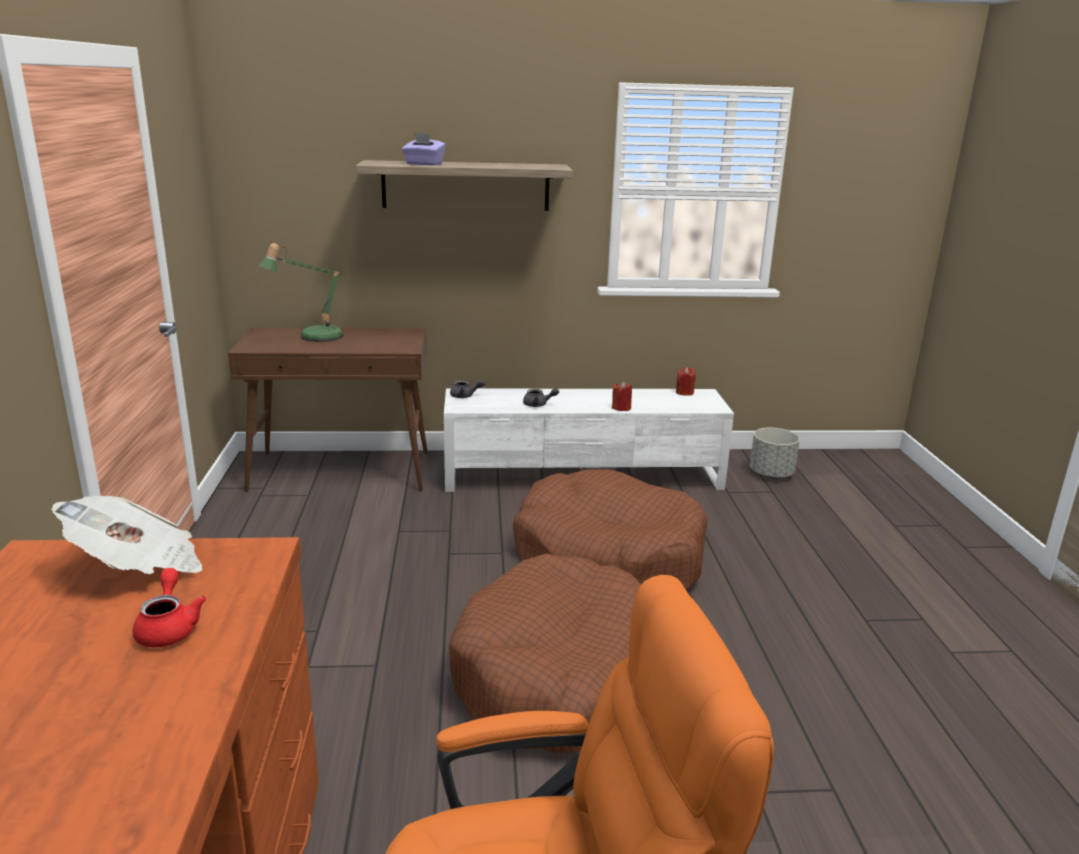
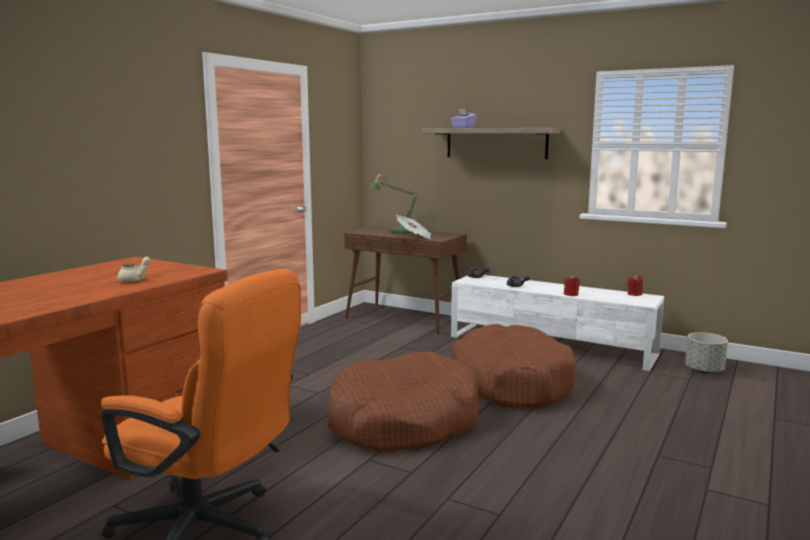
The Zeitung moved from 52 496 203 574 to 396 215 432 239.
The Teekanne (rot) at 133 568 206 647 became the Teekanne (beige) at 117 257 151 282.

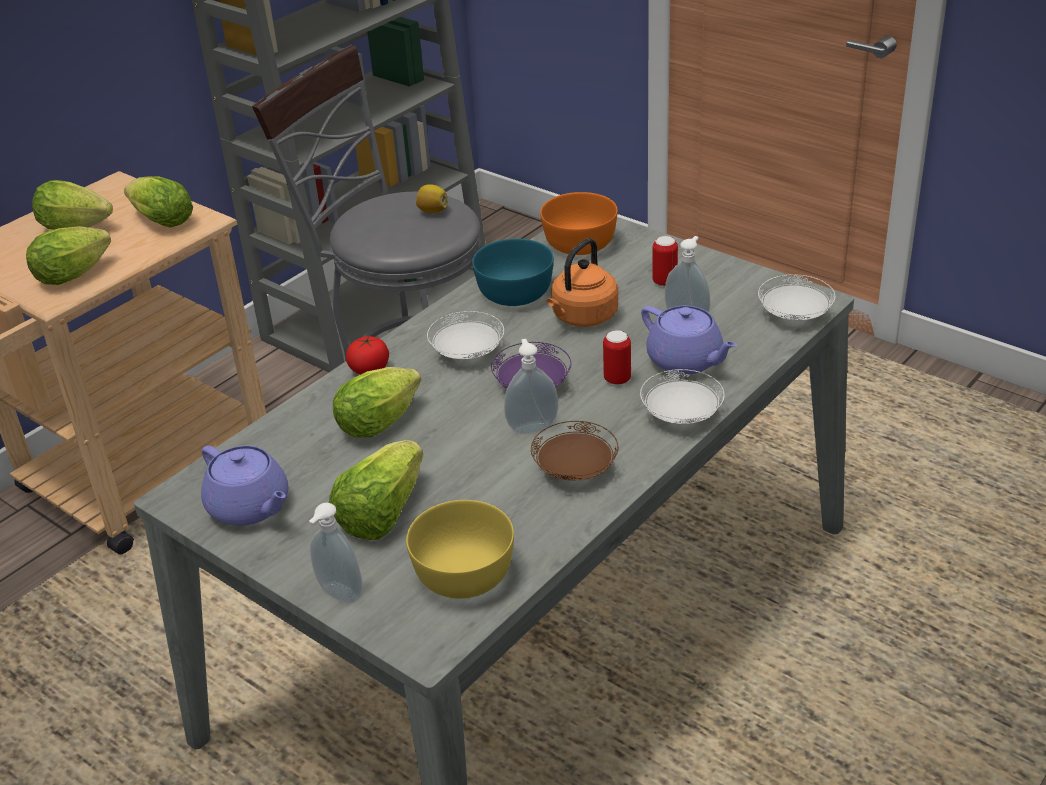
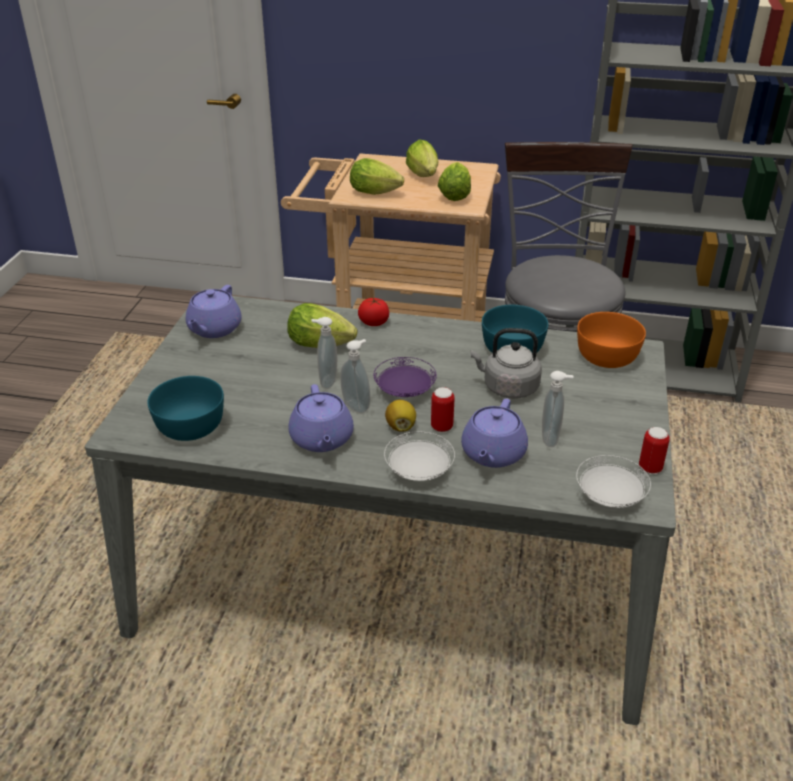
The Zitrone moved from 416 184 448 213 to 385 400 416 431.
The Dose moved from 652 236 678 286 to 639 427 670 474.
The Wasserkessel (orange) at 547 238 618 327 became the Wasserkessel (grau) at 470 328 542 399.
The Teller (weiß) at 427 311 504 359 disappeared.
The Teller (braun) at 531 421 618 481 was replaced by the Teekanne (lila) at 288 384 354 452.
The Salatkopf at 329 440 423 540 disappeared.
The Schüssel (gelb) at 406 500 514 599 became the Schüssel (türkis) at 147 376 224 441.
The Seifenspender moved from 309 503 363 603 to 311 317 337 389.

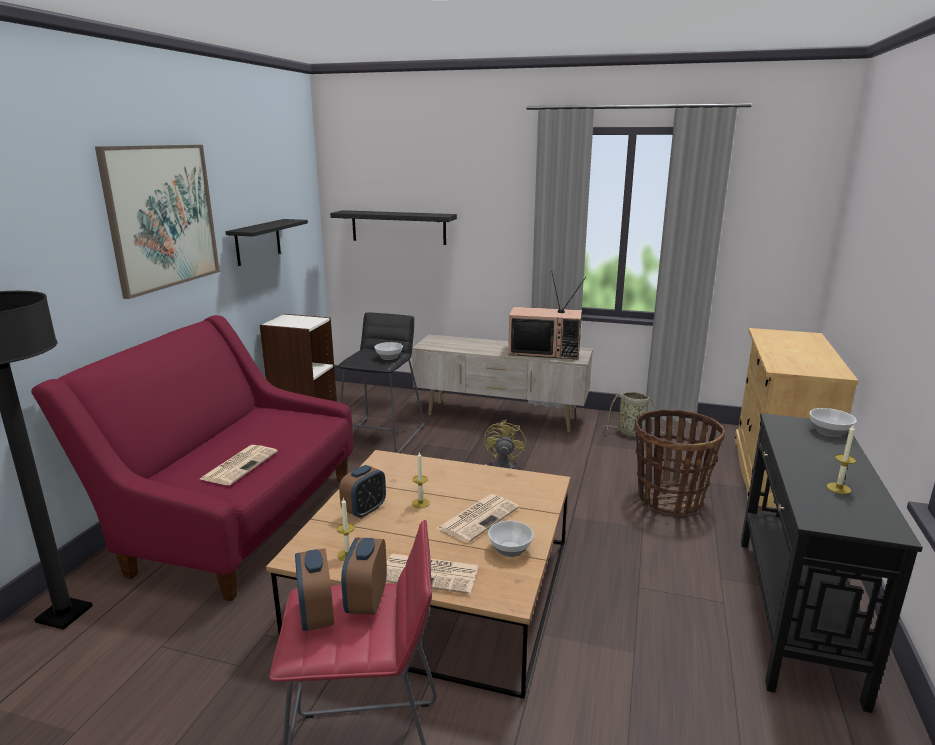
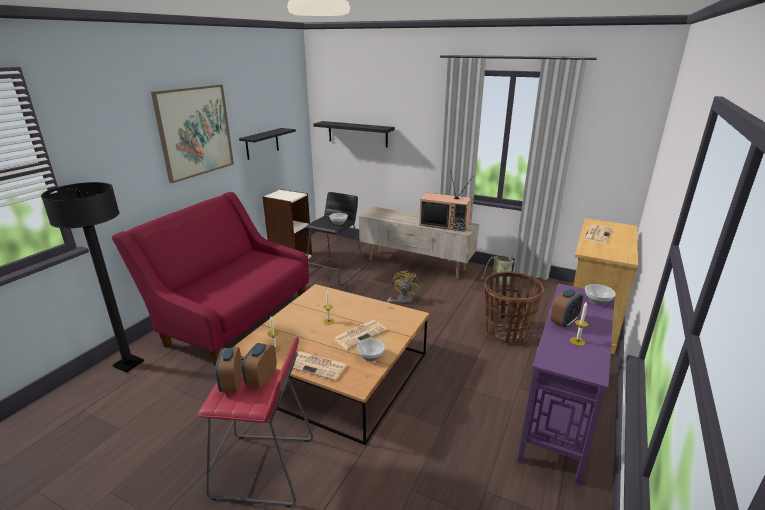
The Konsolentisch (schwarz) at 741 413 923 713 became the Konsolentisch (lila) at 517 283 615 485.
The Zeitung moved from 200 445 278 485 to 583 224 612 244.
The Wecker moved from 339 465 386 519 to 551 289 583 328.

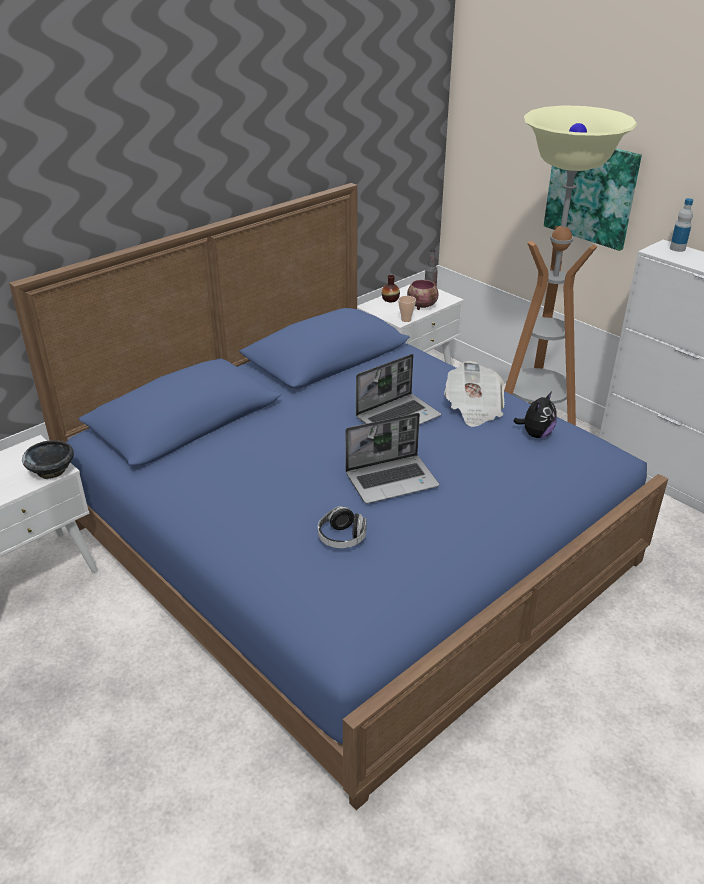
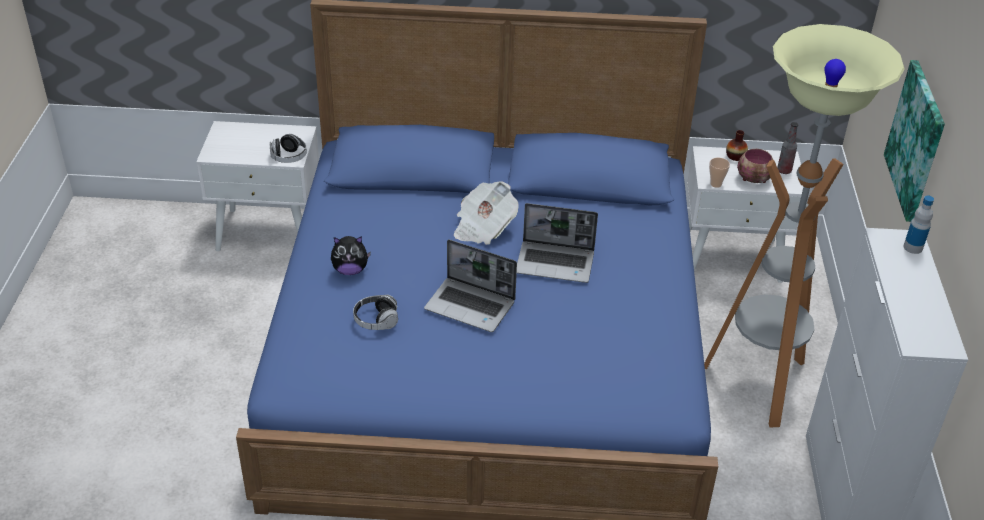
The Zeitung moved from 444 361 504 427 to 454 181 519 245.
The Plüschtier moved from 513 392 557 438 to 331 236 371 275.
The Schüssel (schwarz) at 22 440 74 479 was replaced by the Kopfhörer at 270 134 307 163.

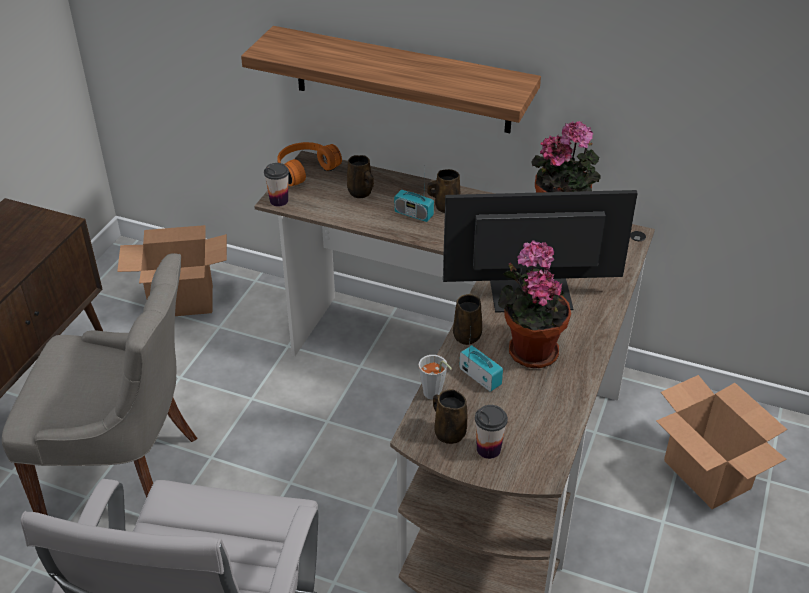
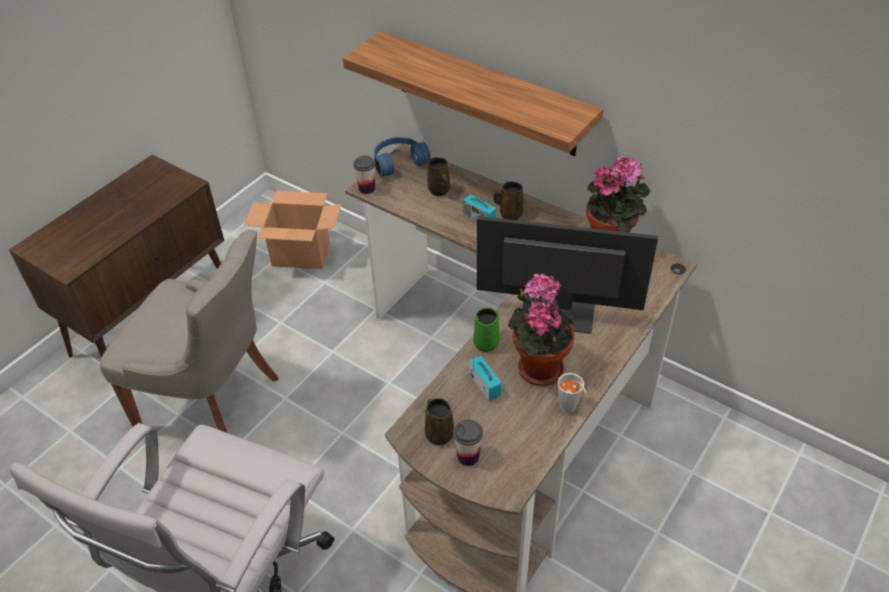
The Kopfhörer (orange) at 277 142 342 186 became the Kopfhörer (blau) at 374 137 431 177.
The Henkelbecher (braun) at 453 294 482 345 became the Henkelbecher (grün) at 473 308 500 352.
The Tasse (grau) moved from 419 355 452 400 to 558 373 586 413.
The Karton at 656 375 787 509 disappeared.

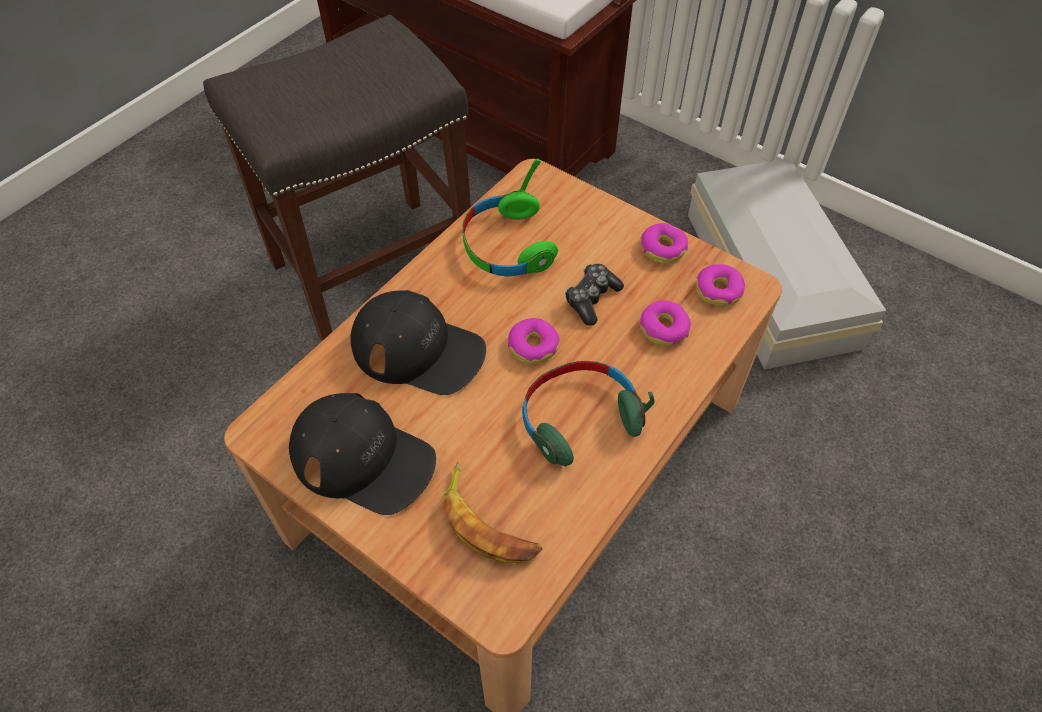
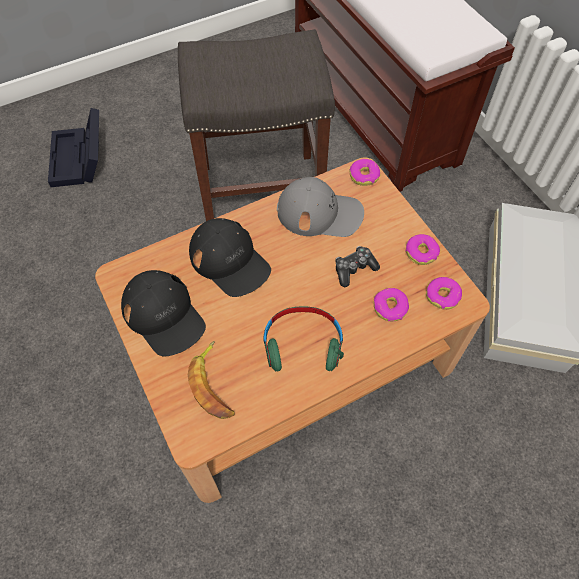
The Kopfhörer (grün) at 462 159 558 276 was replaced by the Kappe (grau) at 277 177 364 237.
The Donut moved from 508 318 560 364 to 349 159 380 186.
The Aufbewahrungsbox (schwarz) at 48 108 99 187 appeared.

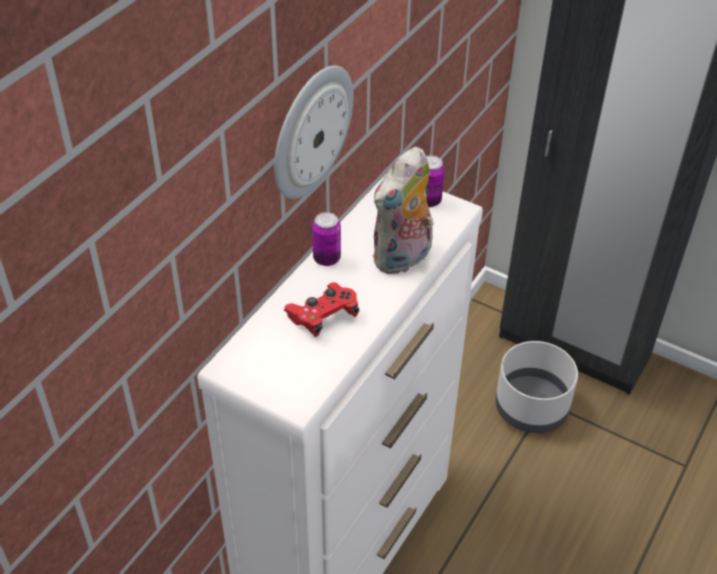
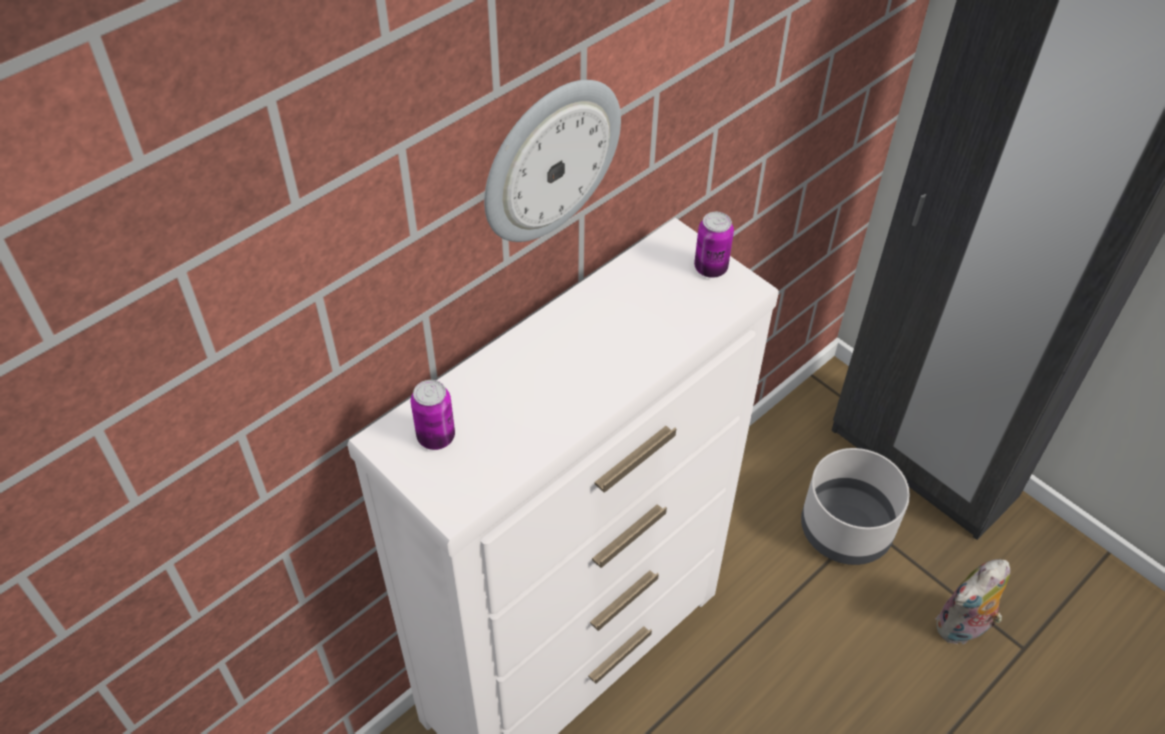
The Plüschtier moved from 372 147 433 275 to 935 559 1010 644.
The Dose moved from 312 212 341 266 to 411 380 455 450.
The Gamepad (rot) at 284 282 359 337 disappeared.

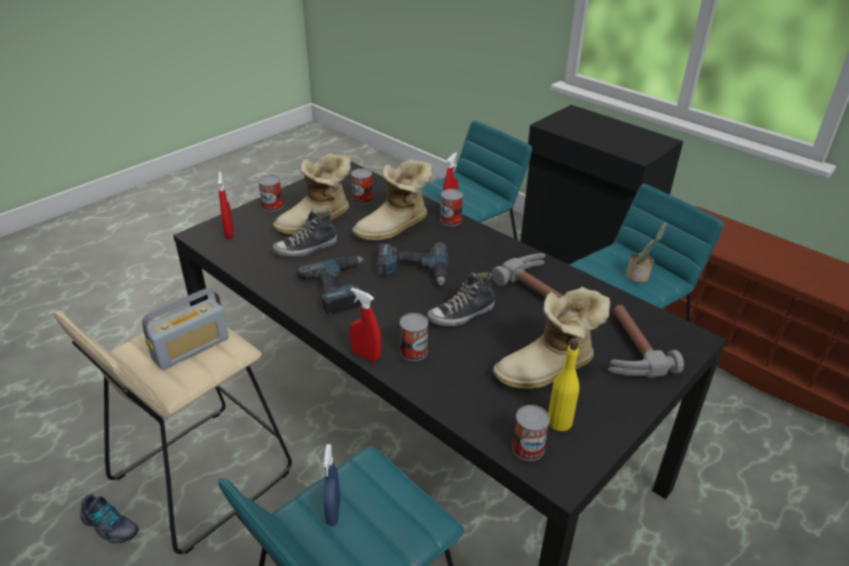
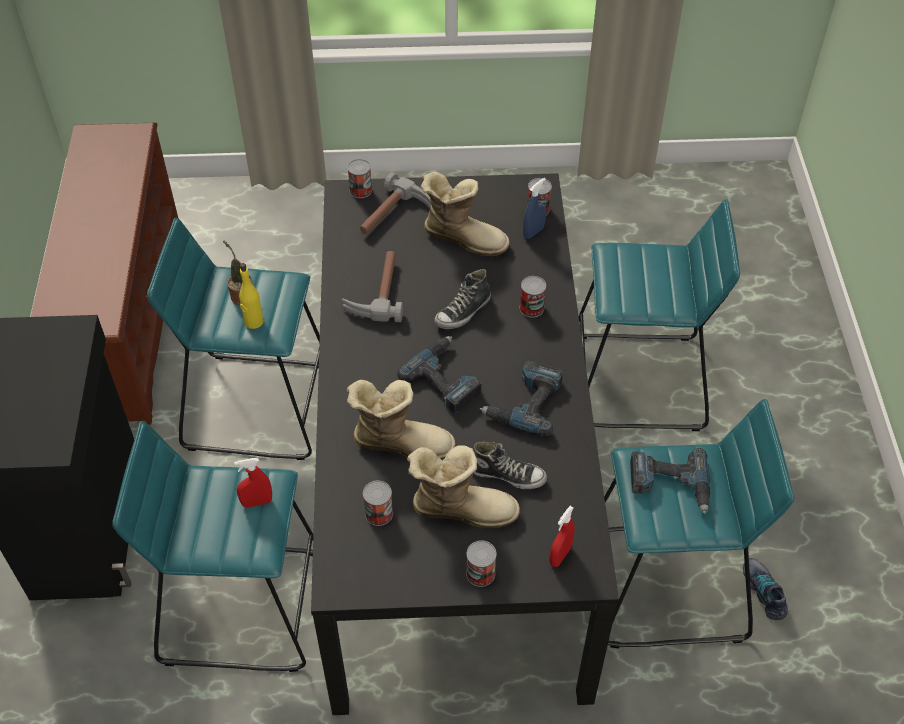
The Dose moved from 440 189 463 226 to 347 159 372 198.
The Schuh at 427 272 495 326 turned 120 degrees clockwise.
The Radio at 142 288 229 370 was replaced by the Bohrmaschine at 630 448 710 514.
The Sprühflasche (rot) at 350 288 382 362 disappeared.
The Hocker (beige) at 53 311 292 554 became the Hocker (türkis) at 604 399 794 648.
The Flasche (gelb) moved from 548 339 579 431 to 239 263 264 329.
The Sprühflasche (blau) moved from 323 444 340 526 to 523 178 546 239.

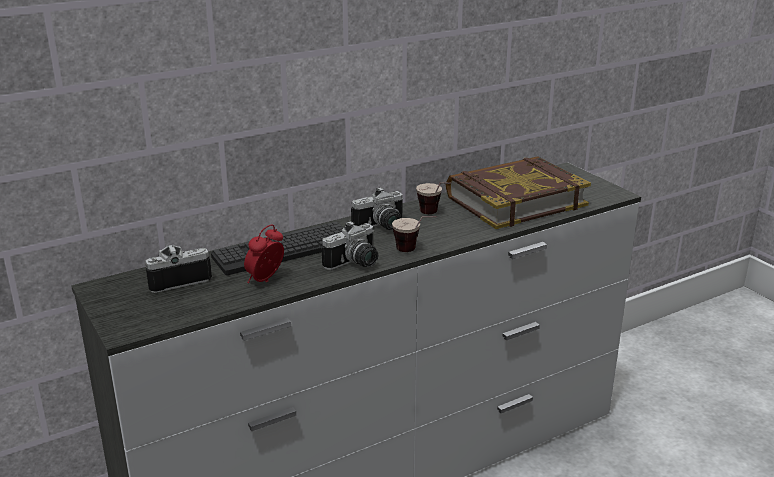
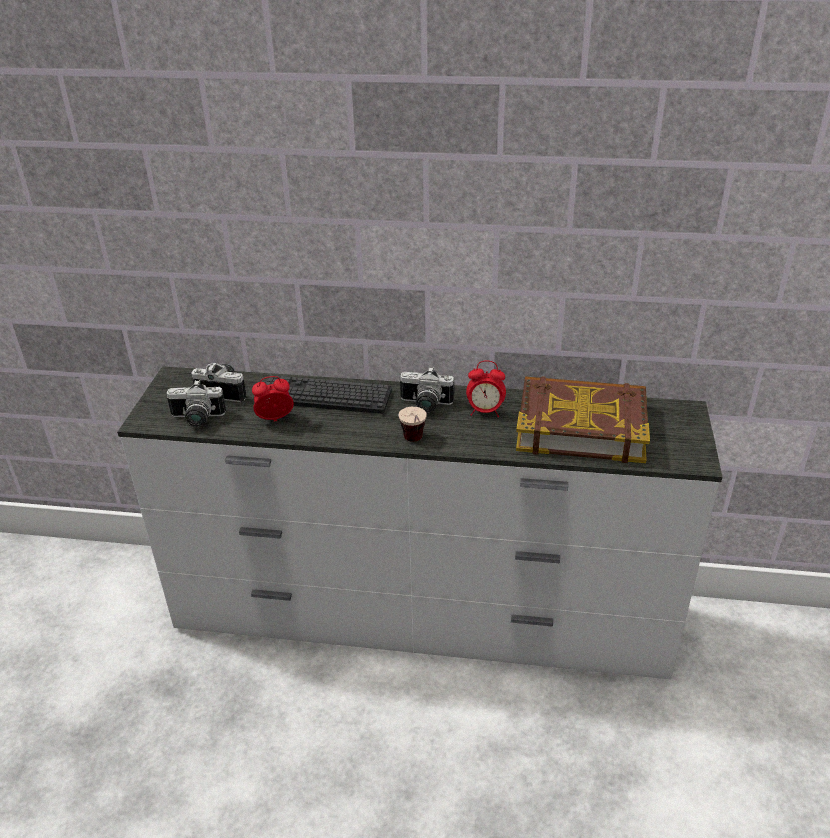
The Tasse at 416 182 451 214 was replaced by the Wecker at 466 360 506 417.
The Kamera moved from 322 221 378 270 to 166 380 226 428.

